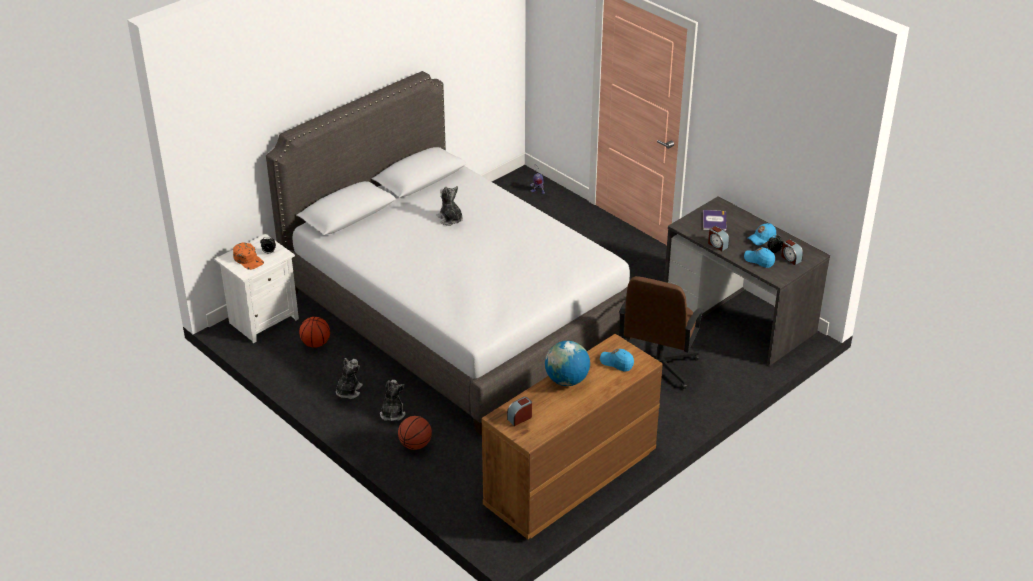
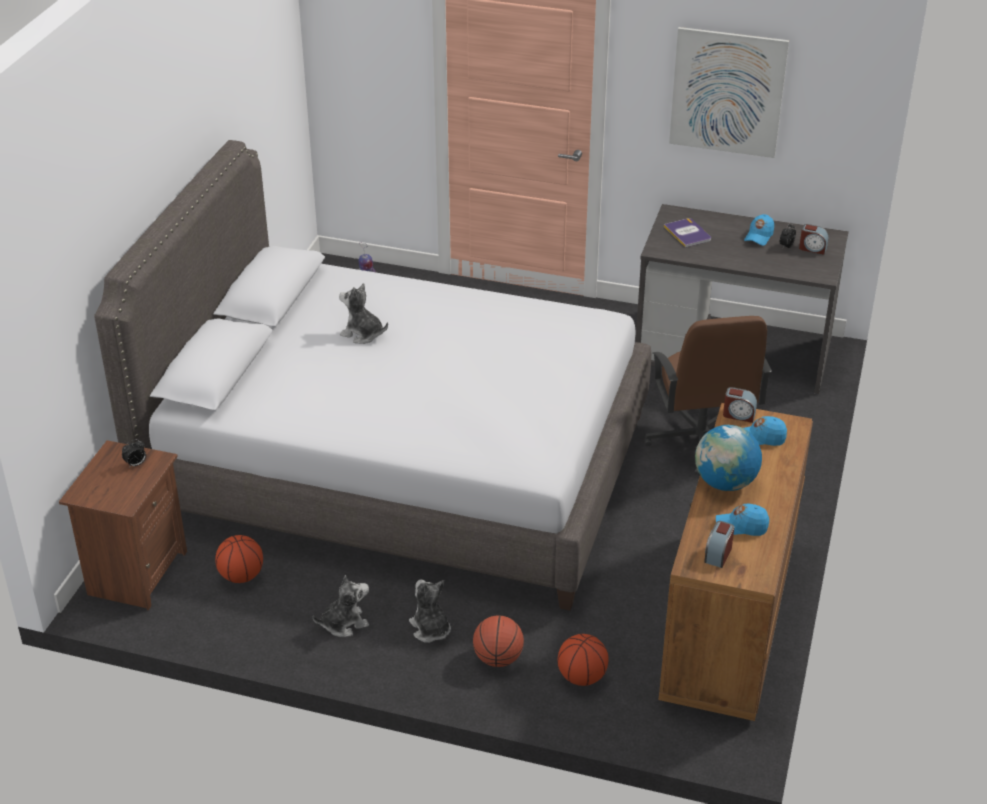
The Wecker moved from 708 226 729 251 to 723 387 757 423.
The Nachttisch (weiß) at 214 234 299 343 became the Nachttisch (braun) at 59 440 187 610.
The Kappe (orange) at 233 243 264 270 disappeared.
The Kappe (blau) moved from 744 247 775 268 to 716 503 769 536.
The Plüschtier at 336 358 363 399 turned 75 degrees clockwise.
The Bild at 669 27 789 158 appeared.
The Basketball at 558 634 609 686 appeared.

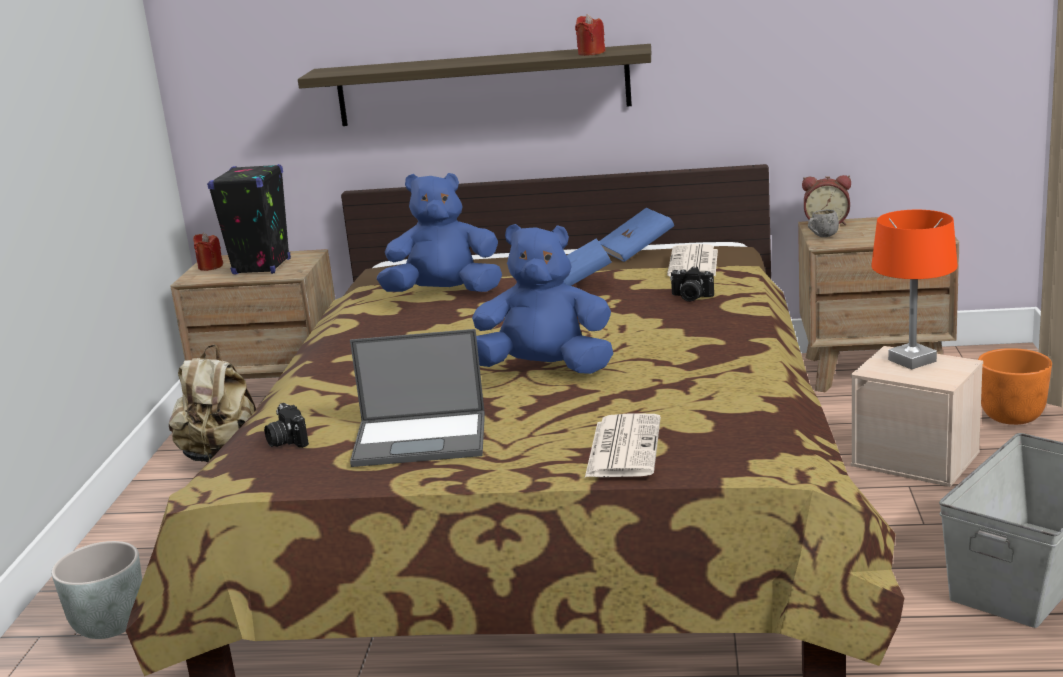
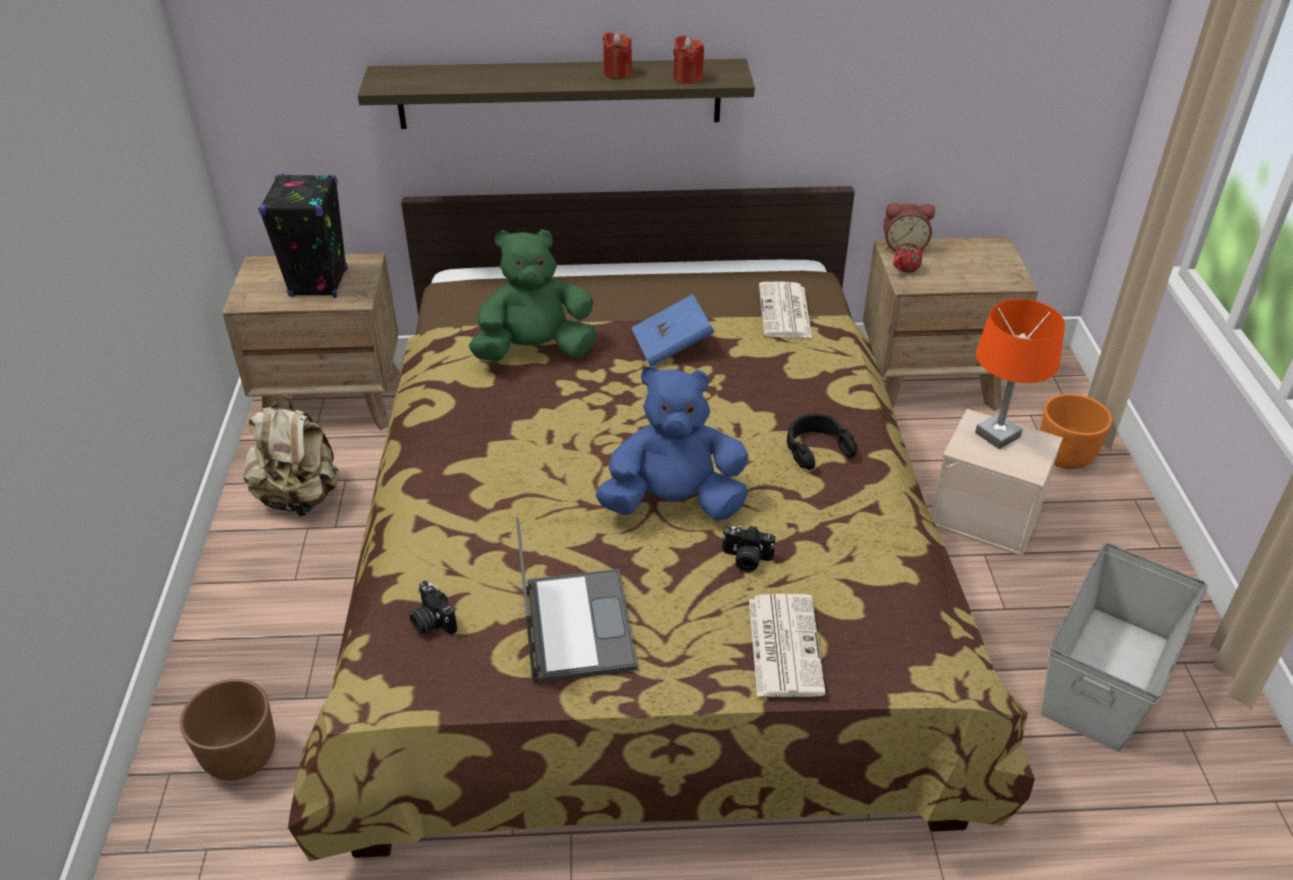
The Plüschtier (blau) at 377 173 502 292 became the Plüschtier (grün) at 469 229 597 362.
The Buch (blau) at 599 208 674 262 disappeared.
The Henkelbecher (grau) at 808 210 839 237 became the Henkelbecher (rot) at 893 243 922 273.
The Kerze (rot) moved from 193 233 223 271 to 603 32 632 79.
The Kamera moved from 670 267 714 302 to 722 526 775 572.
The Laptop at 350 329 485 467 turned 90 degrees counterclockwise.
The Pflanzkübel (grau) at 51 541 142 639 became the Pflanzkübel (braun) at 180 679 275 781.
The Kopfhörer (schwarz) at 787 414 857 470 appeared.

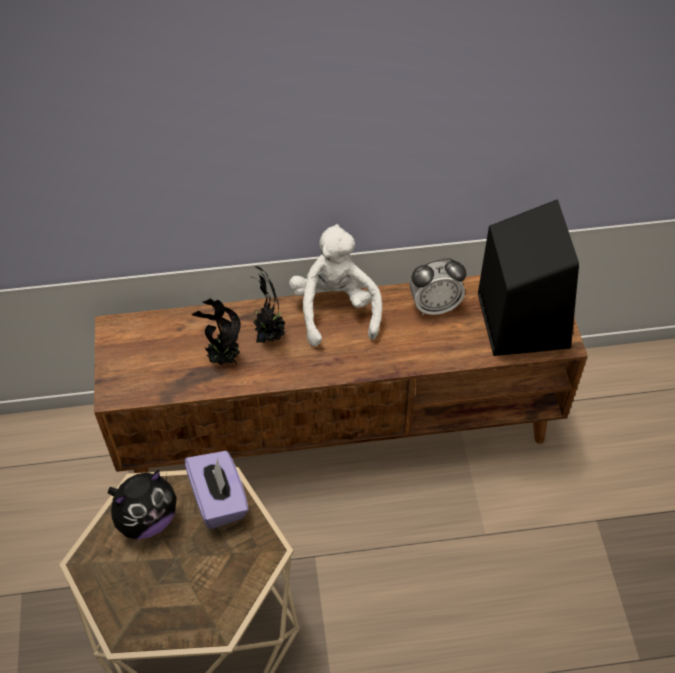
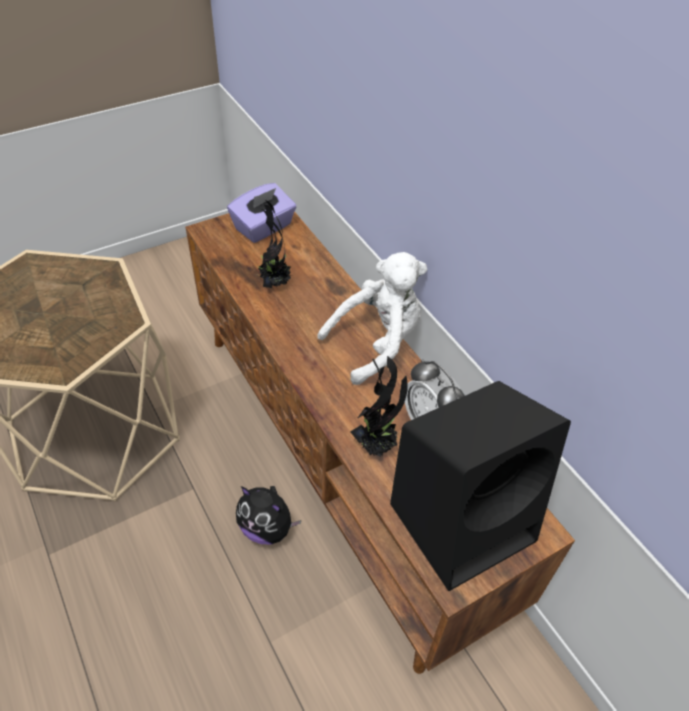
The Topfpflanze moved from 250 266 286 343 to 350 356 408 457.
The Taschentuchbox (lila) moved from 185 451 249 529 to 227 183 296 243.
The Plüschtier moved from 108 470 177 539 to 236 486 302 544.

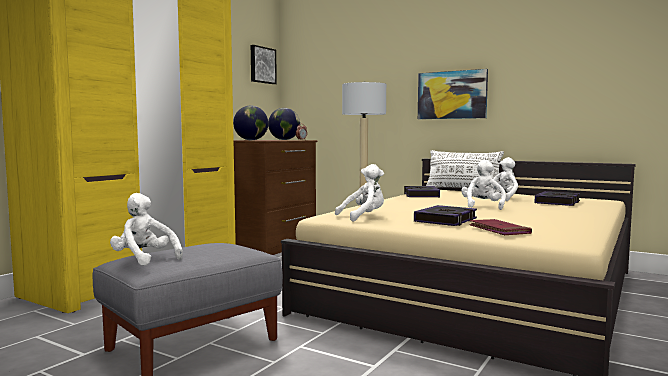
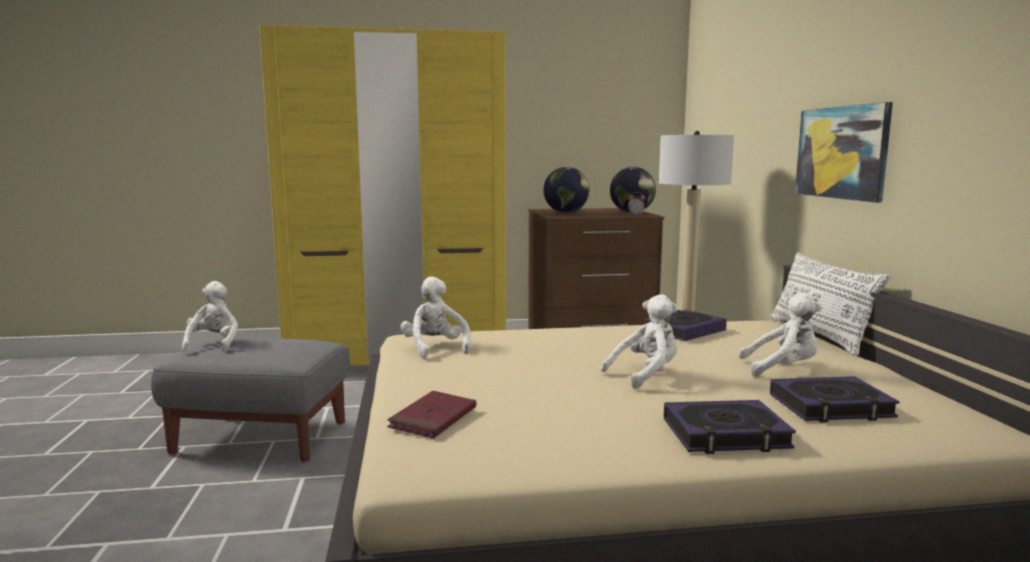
The Bild at 251 45 277 84 disappeared.
The Plüschtier (weiß) at 335 164 384 222 turned 135 degrees counterclockwise.
The Buch moved from 414 205 477 226 to 664 400 796 454.

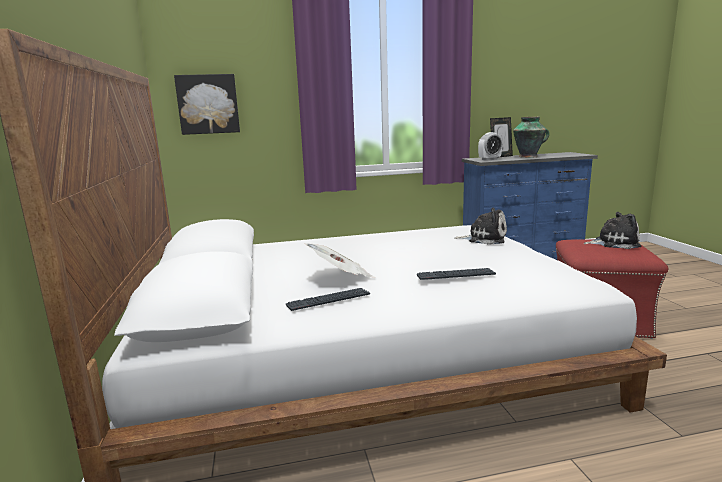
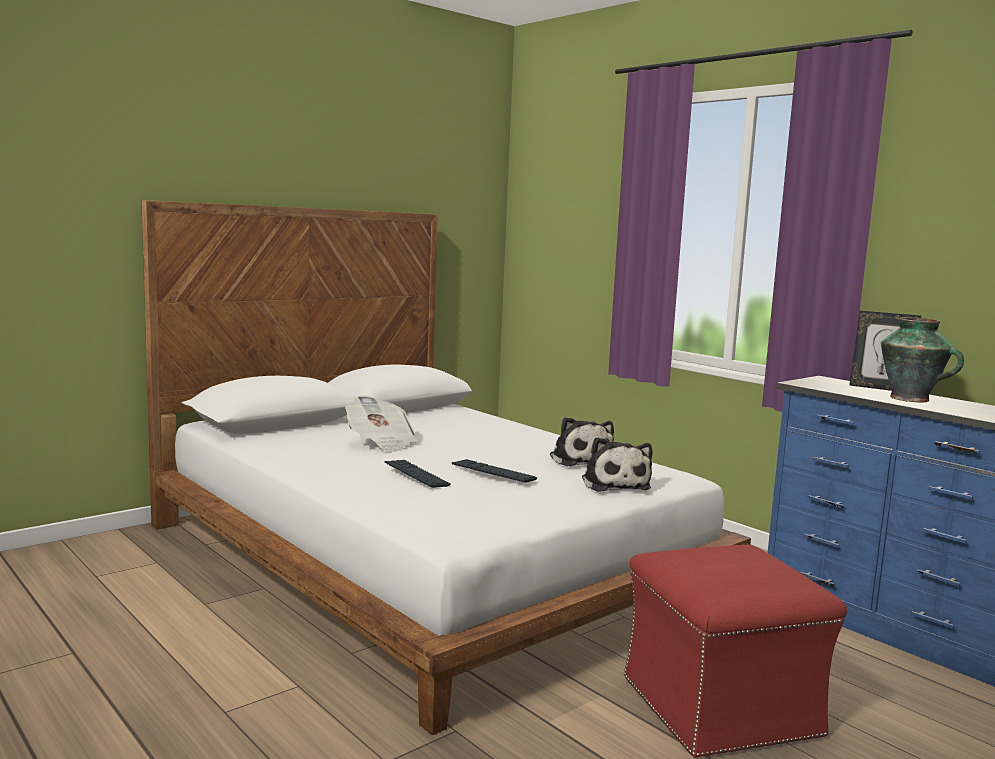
The Bild at 174 74 240 135 disappeared.
The Wecker at 478 132 502 161 disappeared.
The Plüschtier moved from 583 212 641 249 to 550 417 614 466.
The Tastatur moved from 286 288 370 311 to 452 459 537 483.

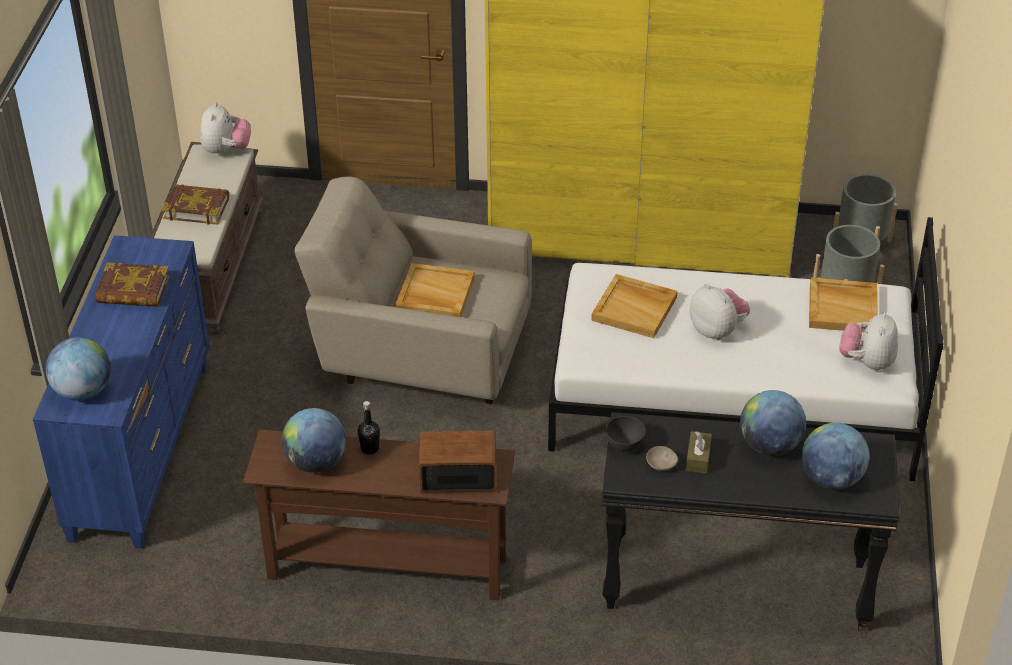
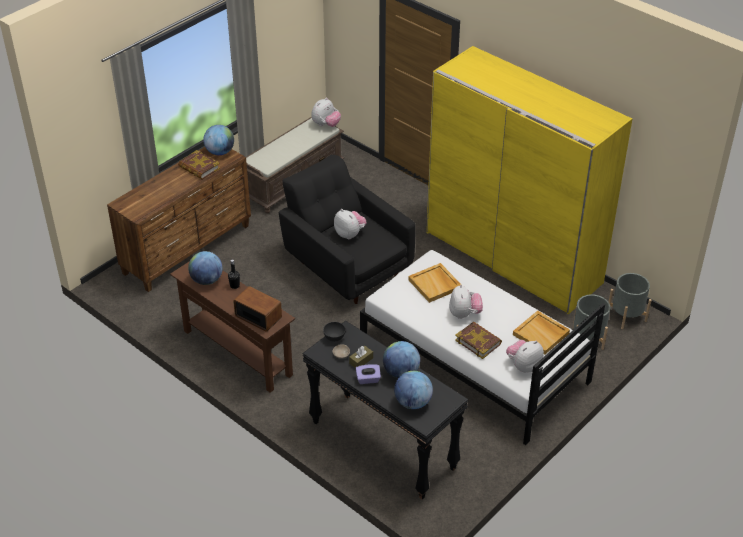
The Sessel (beige) at 295 177 532 405 became the Sessel (schwarz) at 279 155 416 304.
The Buch moved from 162 184 229 225 to 455 322 502 359.
The Kommode (blau) at 33 235 210 549 became the Kommode (braun) at 107 147 251 292.
The Tablett (beige) at 395 263 475 317 was replaced by the Plüschtier at 334 209 367 240.
The Globus moved from 46 337 111 401 to 203 125 234 155.
The Taschentuchbox (lila) at 356 364 381 384 appeared.

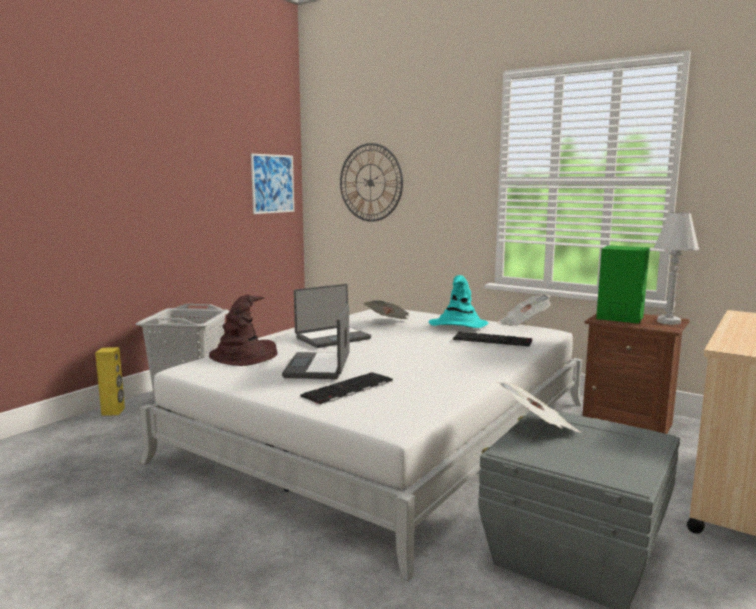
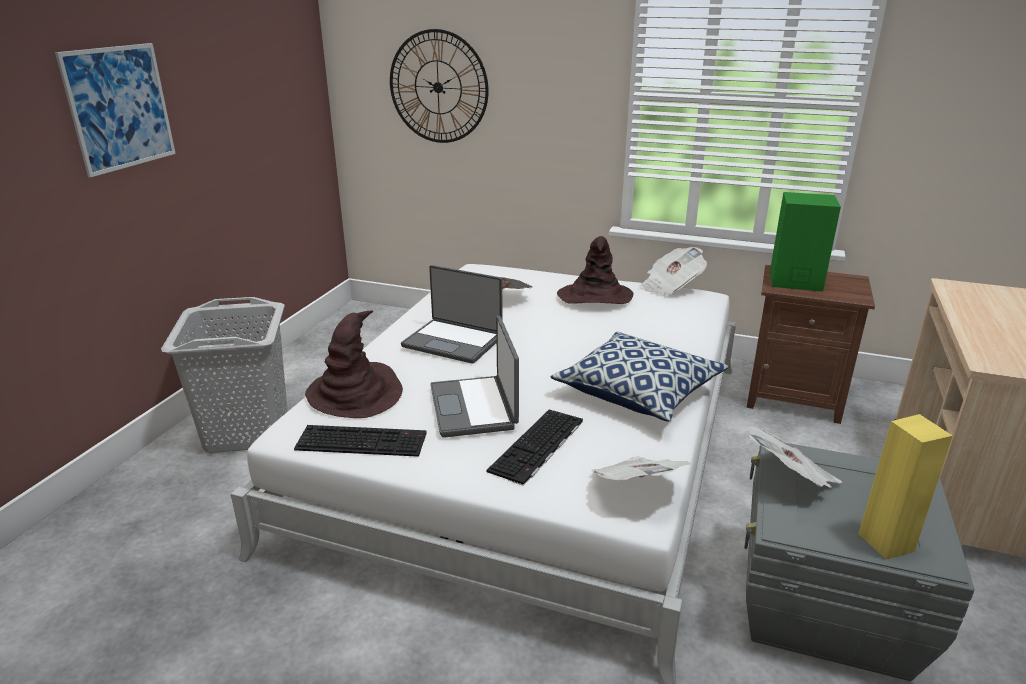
The Bild moved from 251 154 294 214 to 55 43 176 178.
The Tischlampe (weiß) at 654 212 699 325 disappeared.
The Hut (türkis) at 428 275 488 328 became the Hut (braun) at 557 236 634 304.
The Laptop at 294 284 371 348 turned 75 degrees clockwise.
The Tastatur moved from 453 332 532 347 to 294 425 427 457.
The Lautsprecher (gelb) moved from 95 347 125 416 to 858 414 953 560.
The Kissen at 551 332 728 422 appeared.
The Zeitung at 591 457 692 480 appeared.

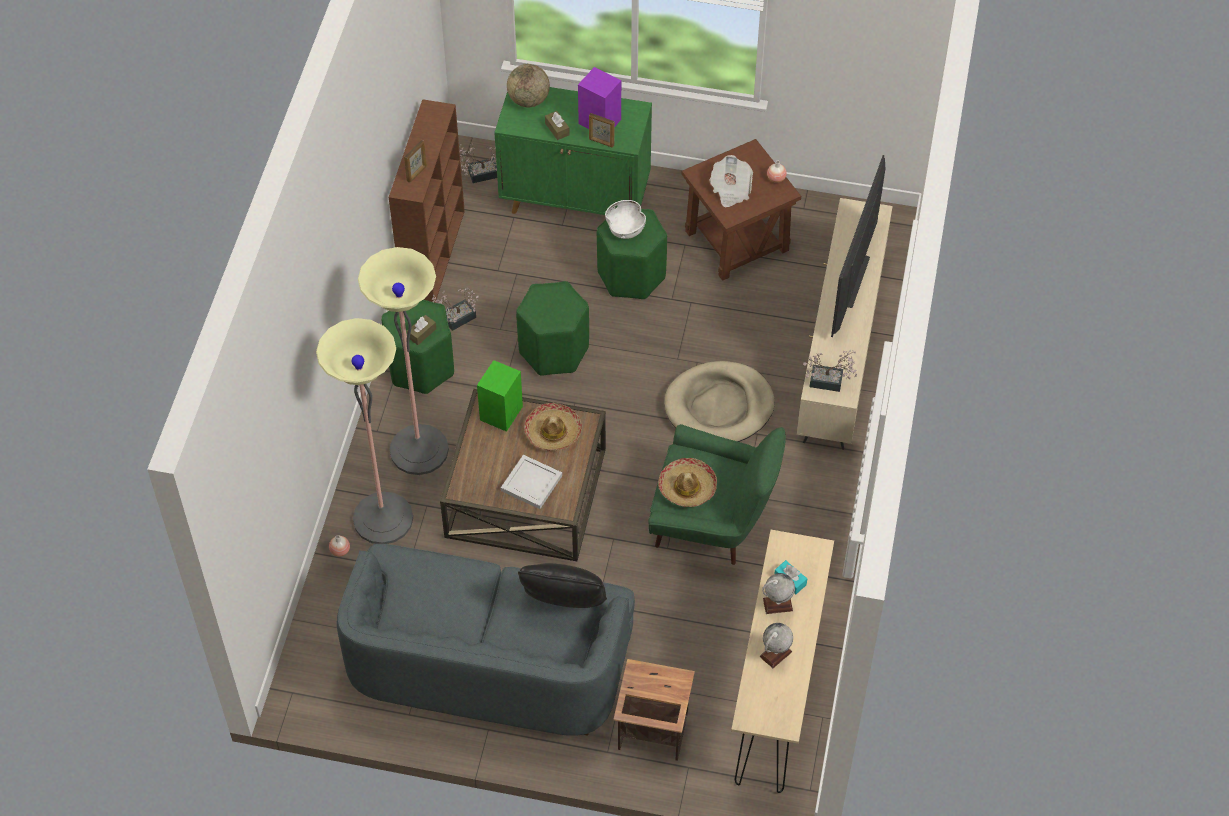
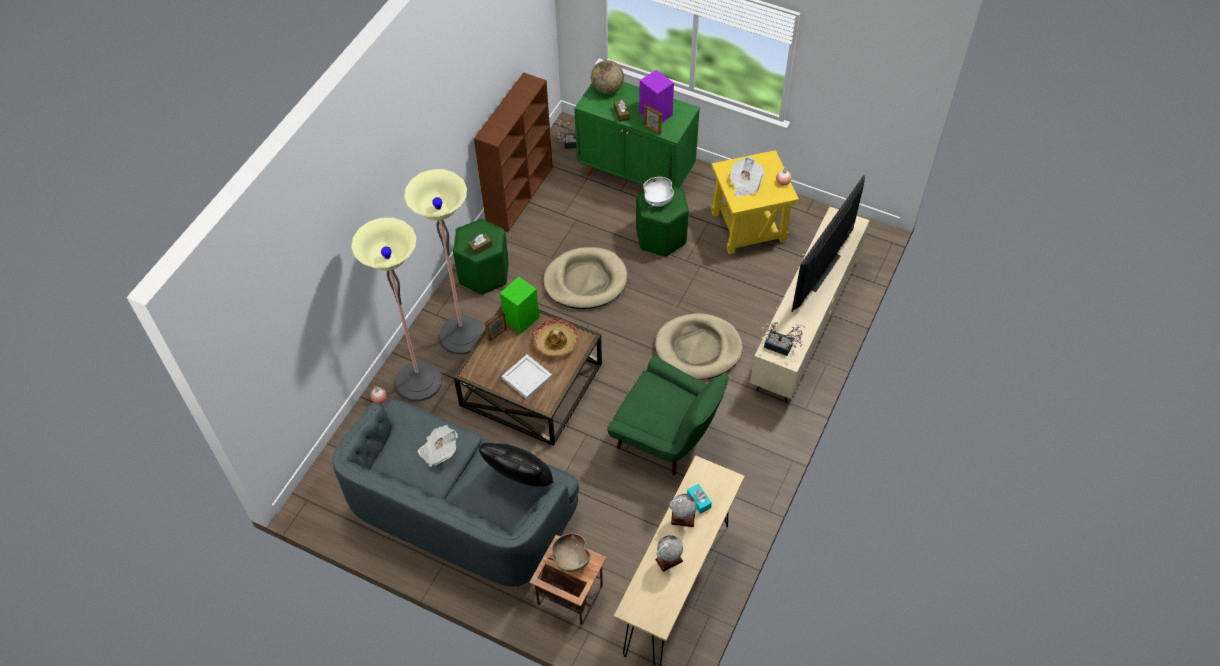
The Beistelltisch (braun) at 682 139 801 281 became the Beistelltisch (gelb) at 711 150 799 254.
The Bilderrahmen moved from 404 140 427 183 to 485 311 507 341.
The Hocker (grün) at 516 281 589 376 was replaced by the Hundebett (beige) at 543 247 627 309.
The Topfpflanze at 432 288 478 331 disappeared.
The Hut at 658 458 717 507 disappeared.
The Zeitung at 418 425 458 467 appeared.
The Schüssel (braun) at 552 533 591 572 appeared.

